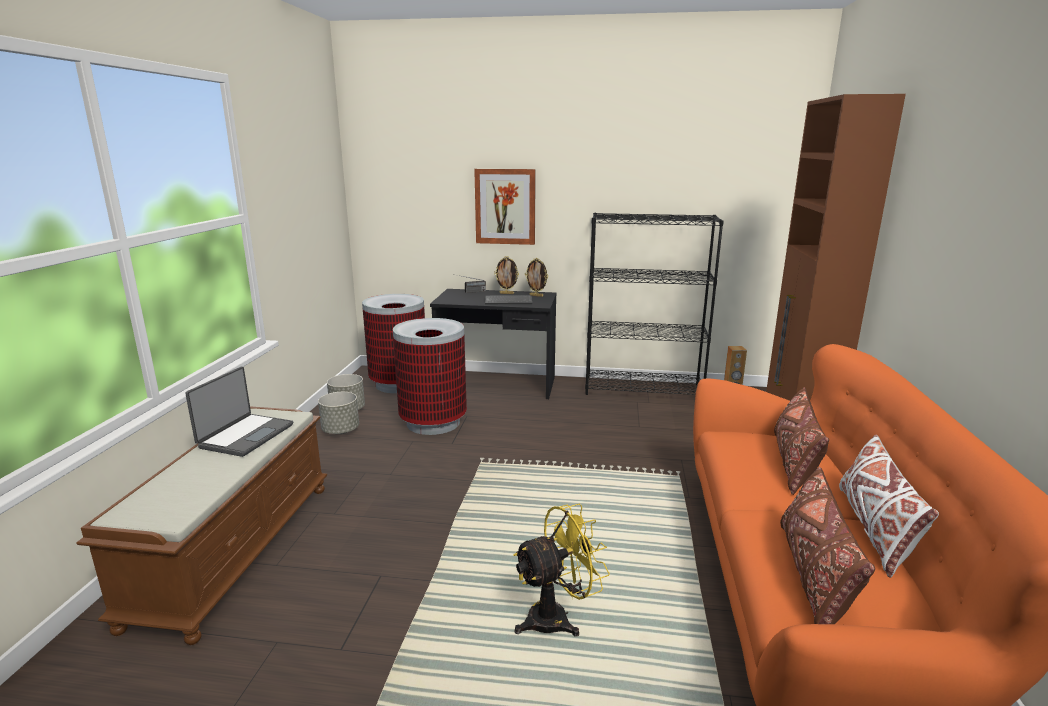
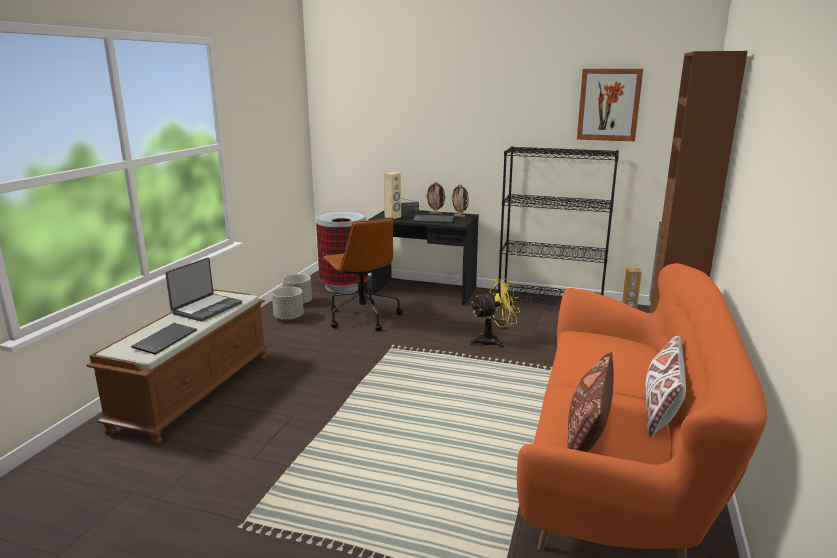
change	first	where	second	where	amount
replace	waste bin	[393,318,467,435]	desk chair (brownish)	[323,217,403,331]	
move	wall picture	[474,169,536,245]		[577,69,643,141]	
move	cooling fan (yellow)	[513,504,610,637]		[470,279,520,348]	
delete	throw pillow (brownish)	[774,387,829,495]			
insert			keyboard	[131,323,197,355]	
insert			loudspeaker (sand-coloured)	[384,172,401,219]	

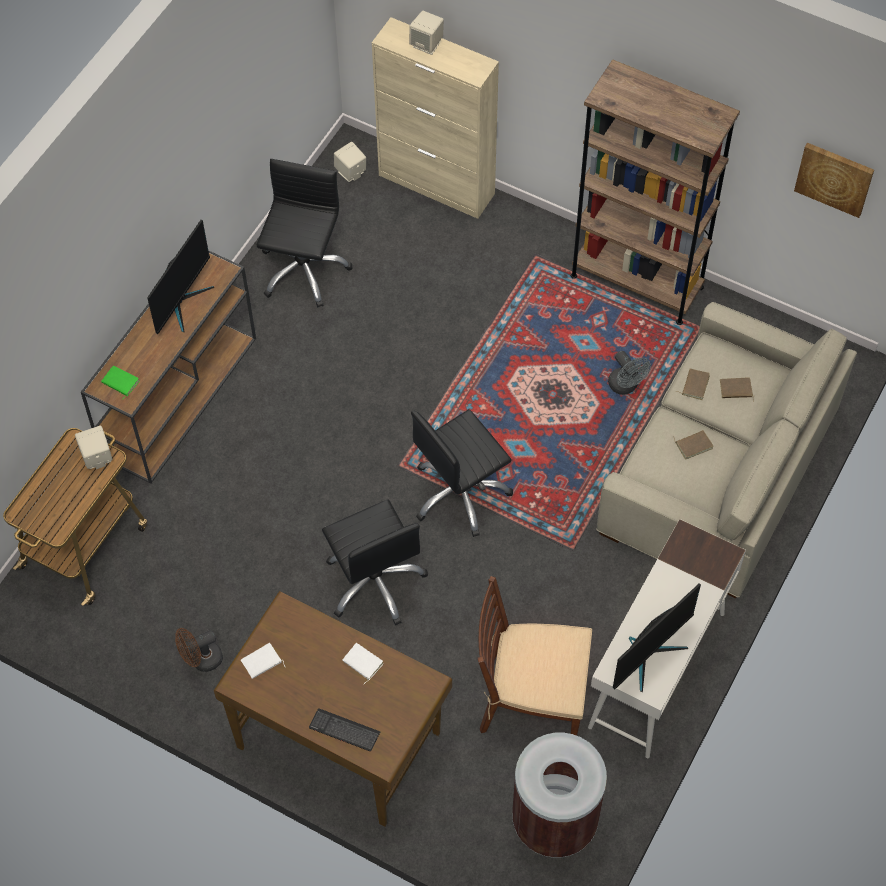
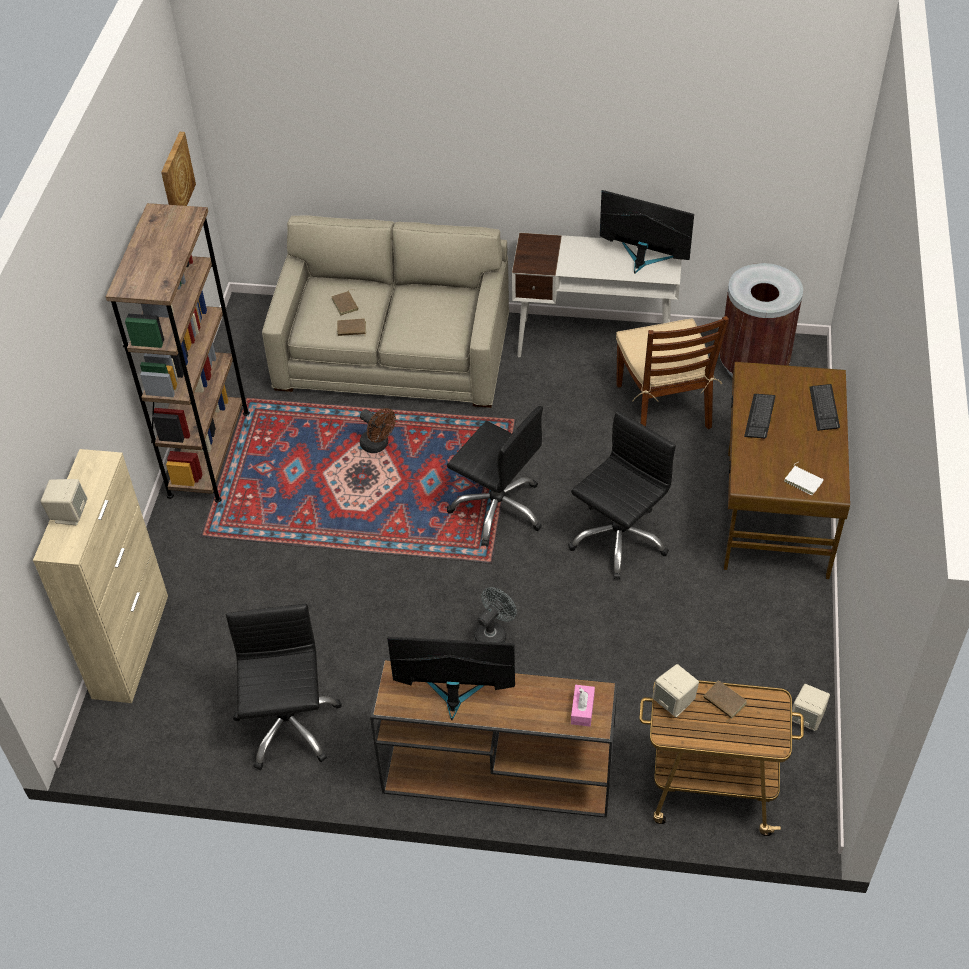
change	first	where	second	where	amount
replace	bound book (green)	[101,366,140,400]	tissue holder (pinkish)	[571,685,595,727]	
move	cooling fan (brownish)	[175,628,223,672]		[360,408,396,453]	
rotate	desk chair (black-coloured)	[256,159,352,308]		[226,604,342,770]	90 degrees clockwise
move	loudspeaker (sand-coloured)	[334,142,366,182]		[792,684,830,731]	
replace	bound book (white)	[342,643,384,685]	keyboard	[744,394,775,439]	
move	cooling fan (greyish)	[608,351,651,395]		[475,587,517,643]	
move	bound book (brownish)	[673,430,713,460]		[703,680,747,722]	

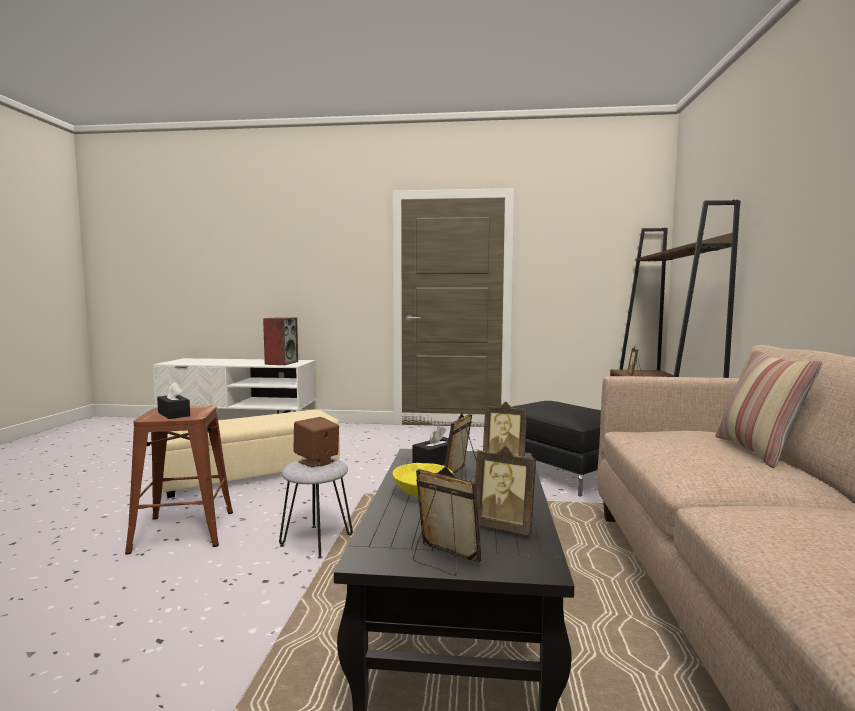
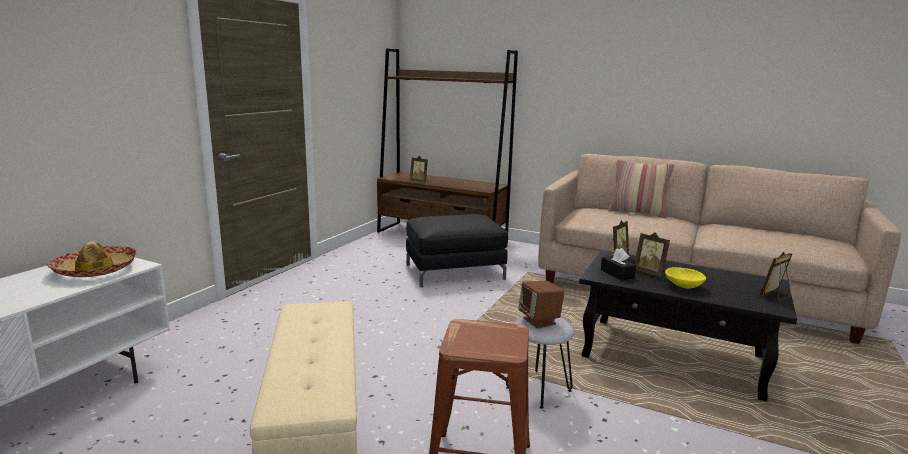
change	first	where	second	where	amount
delete	tissue holder (black-coloured)	[157,382,190,419]			
replace	loudspeaker	[263,317,298,365]	clothing hat	[47,241,137,277]	
delete	standing frame	[475,446,536,535]			

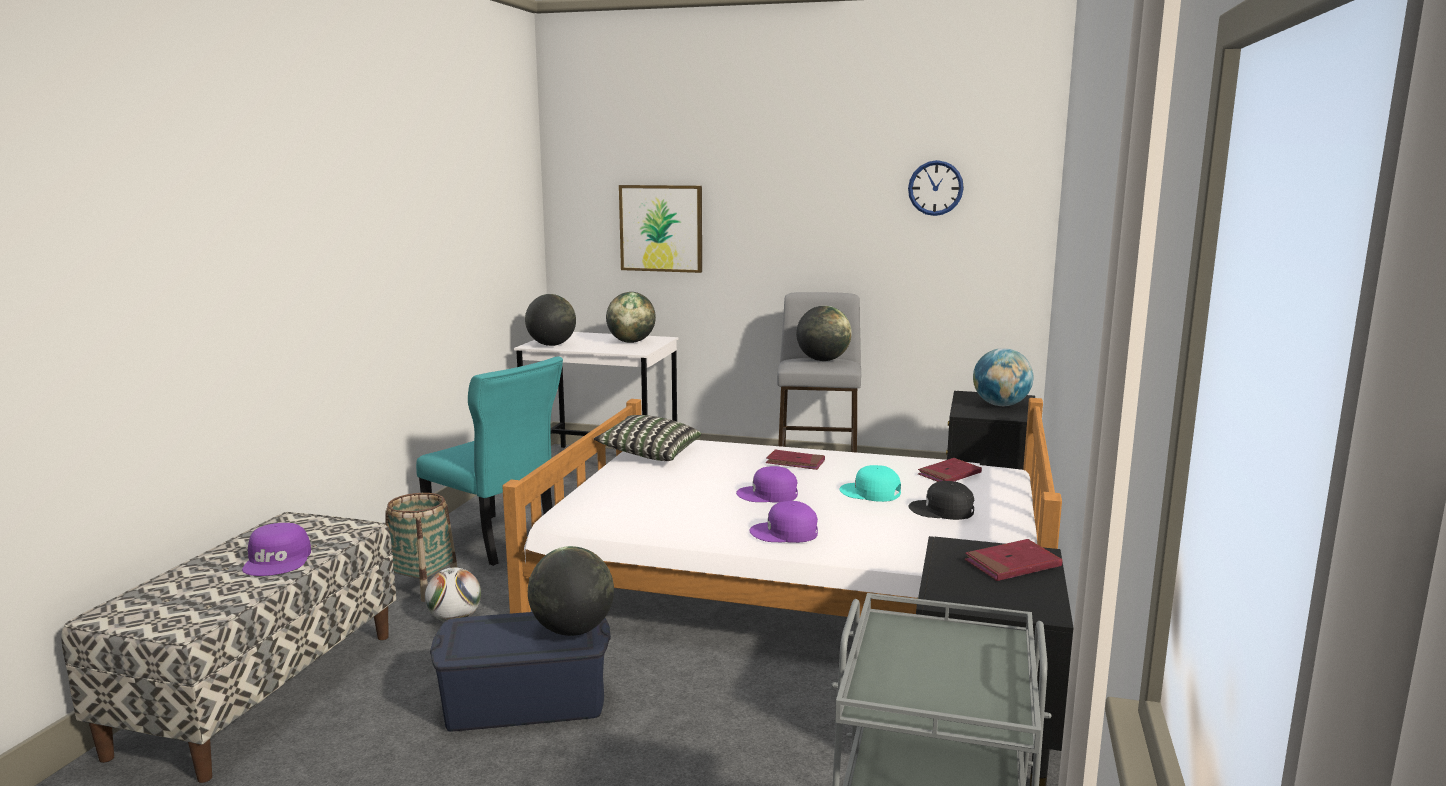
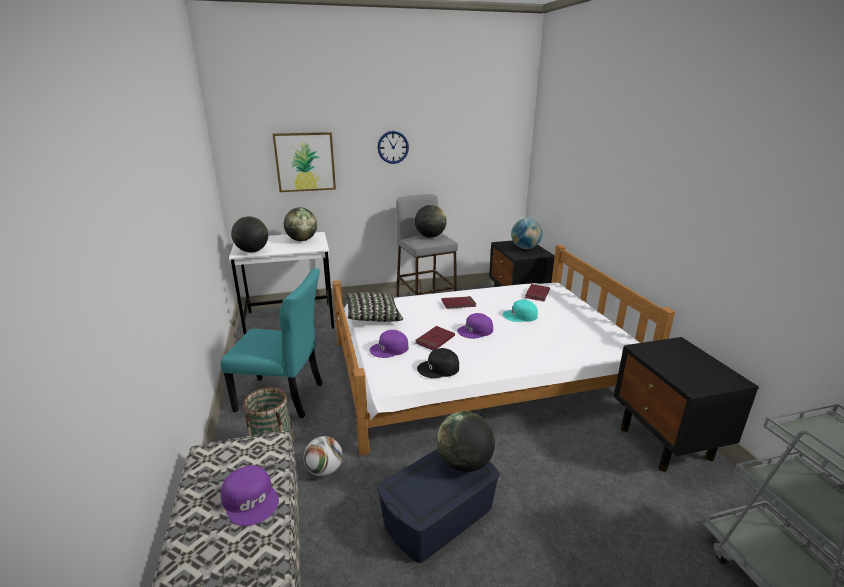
change	first	where	second	where	amount
move	cap (purple)	[750,501,818,543]		[369,330,409,358]	
move	clock on the wall	[908,160,964,216]		[377,131,409,164]	
move	cap (black-coloured)	[909,481,974,520]		[417,348,459,378]	
move	bound book (reddish)	[965,539,1063,581]		[415,326,455,350]	

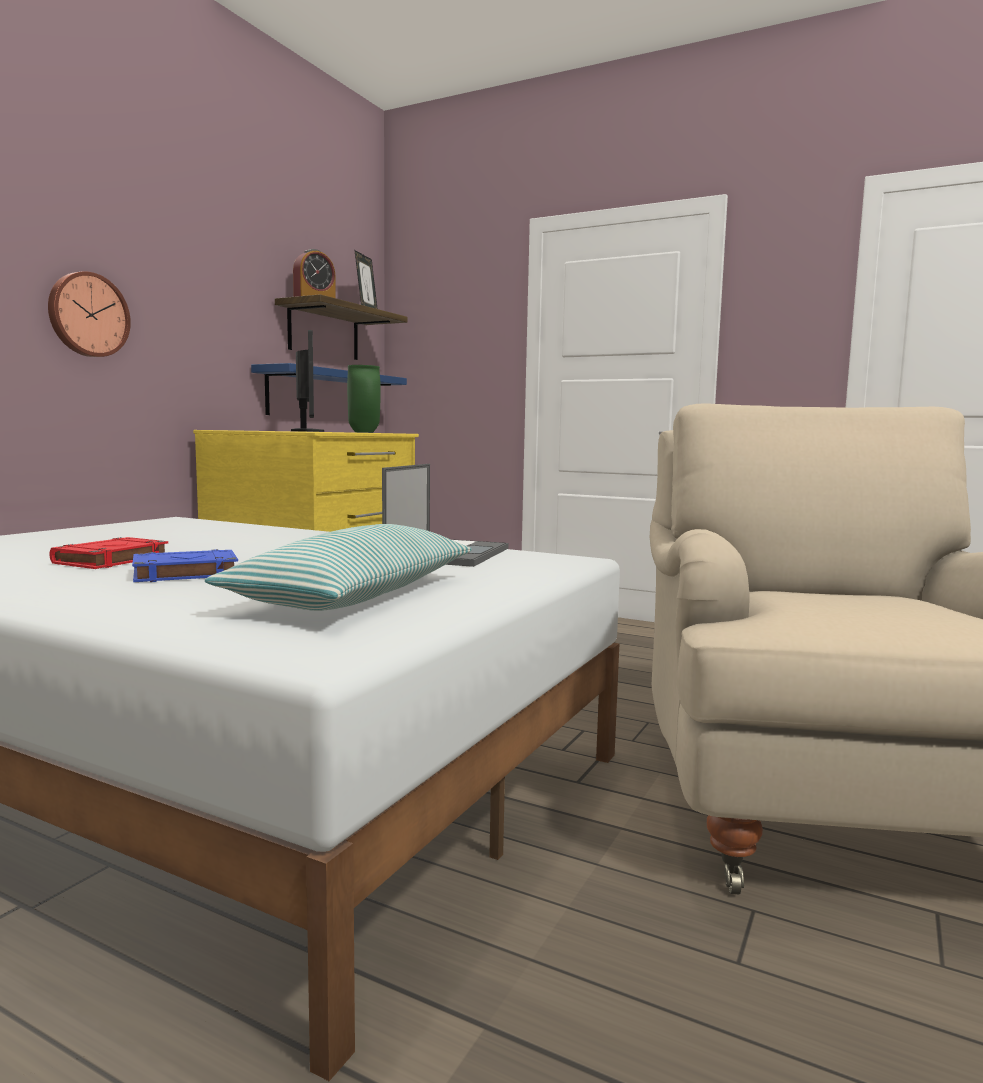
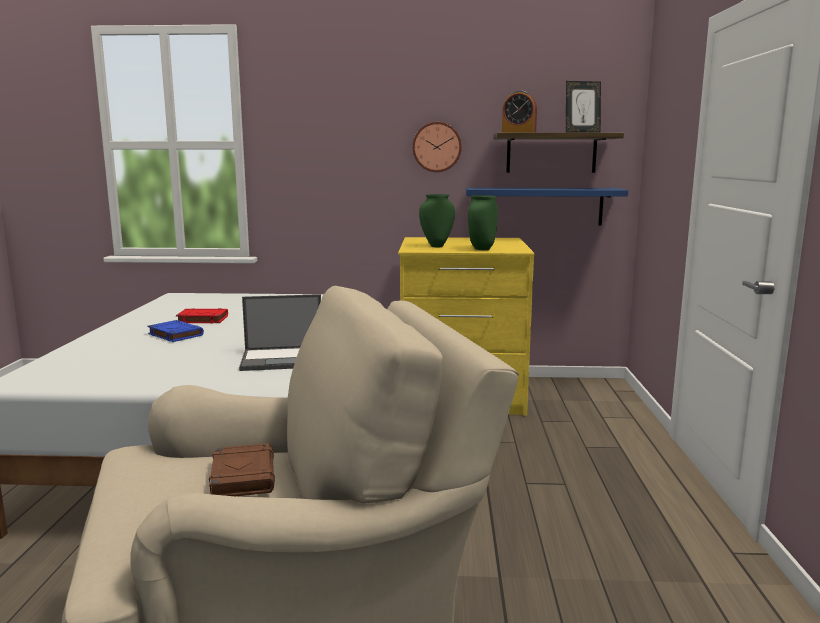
change	first	where	second	where	amount
move	clock on the wall	[48,271,131,357]		[412,122,462,172]	
delete	throw pillow	[205,524,472,611]			
replace	monitor	[291,330,324,432]	flower vase (green)	[419,194,455,248]	
insert			bound book (brownish)	[209,443,275,496]	

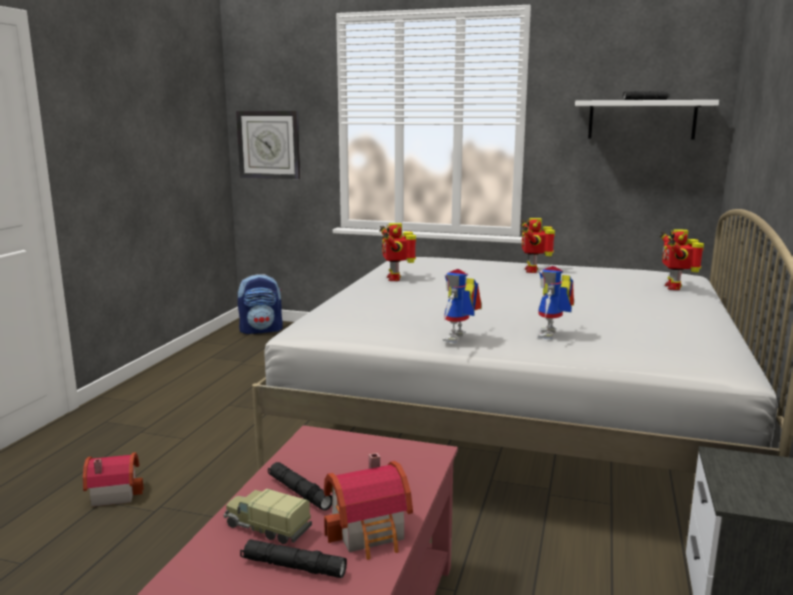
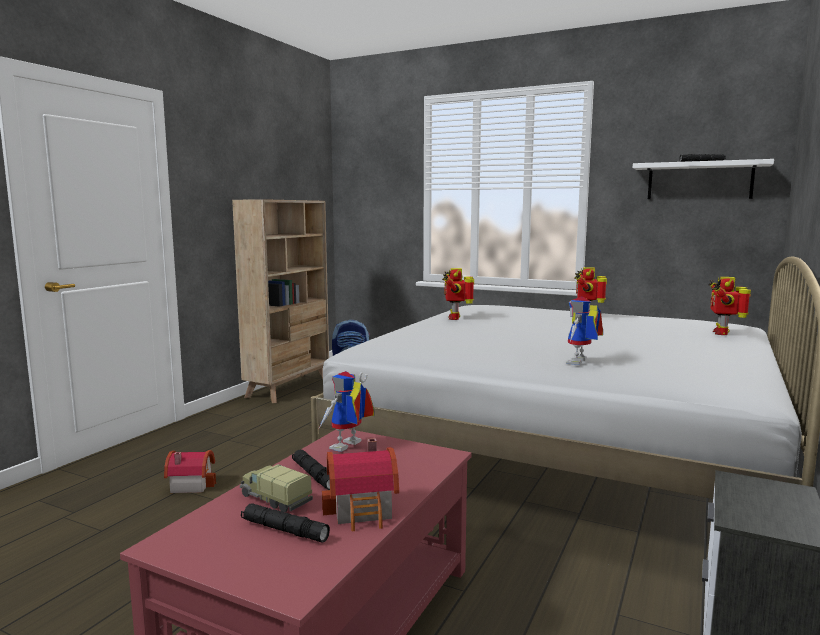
change	first	where	second	where	amount
delete	clock on the wall	[236,111,301,179]			
move	robot figure	[443,269,482,342]		[319,371,375,452]	
insert			bookshelf (sand-coloured)	[232,199,329,403]	

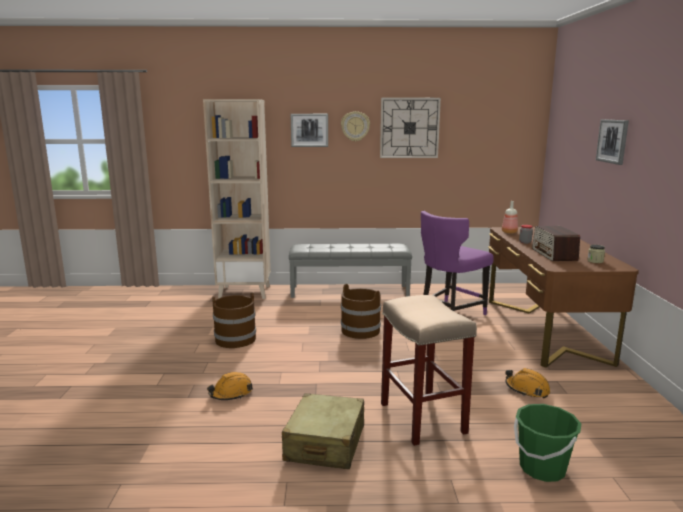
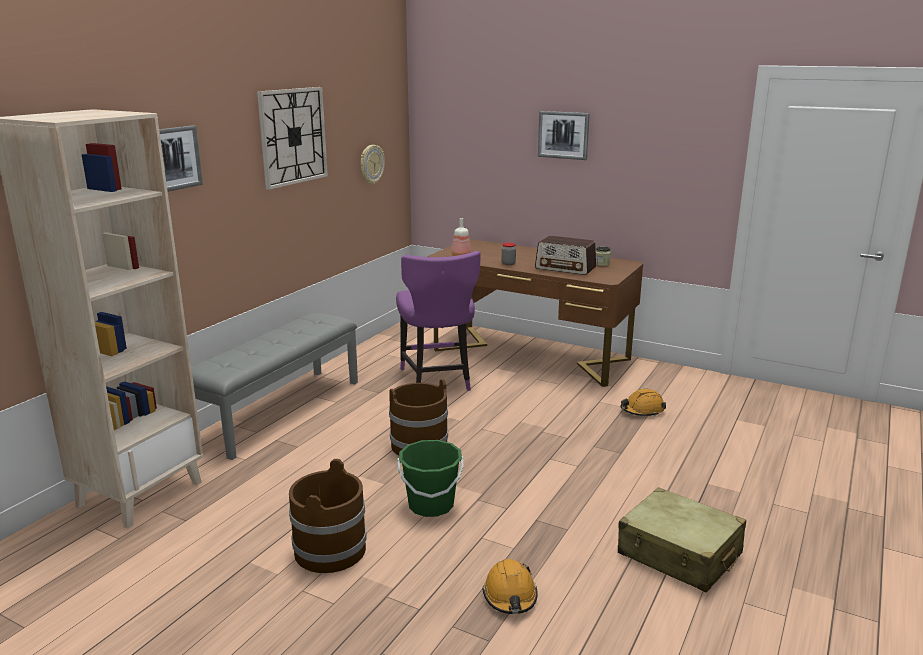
change	first	where	second	where	amount
move	clock on the wall	[341,111,370,142]		[361,145,385,185]	
delete	stool seat (sand-coloured)	[381,295,477,446]			
move	water bucket (green)	[514,404,581,482]		[398,440,463,517]	

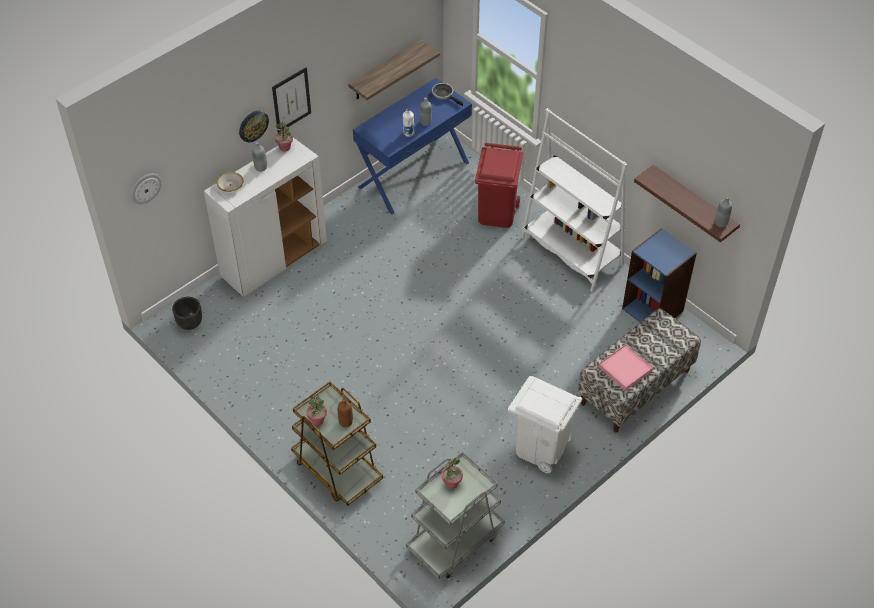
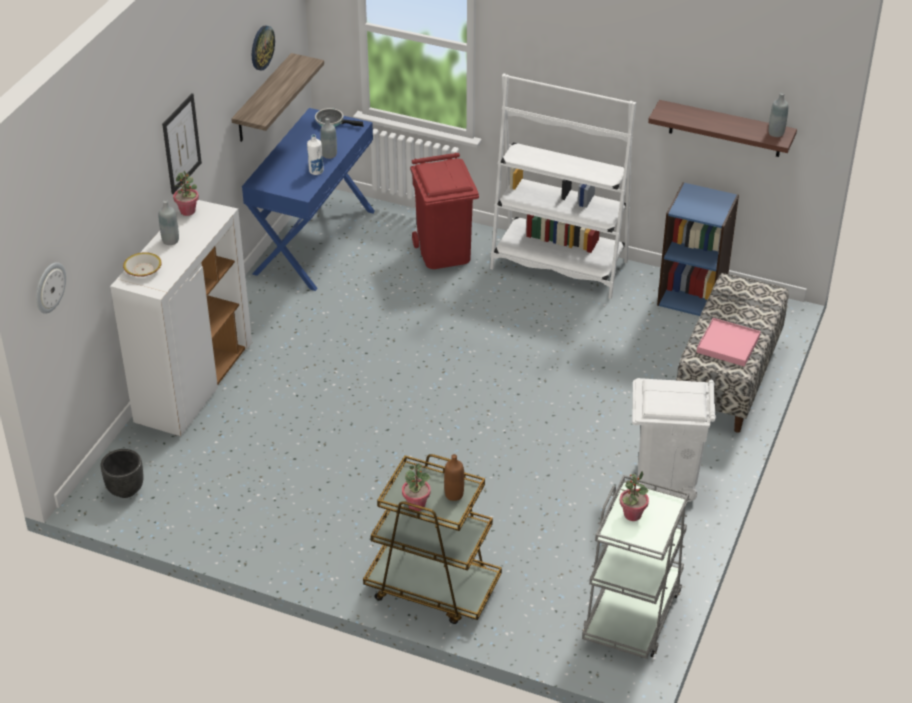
change	first	where	second	where	amount
move	clock on the wall	[239,111,269,142]		[252,25,275,71]	

